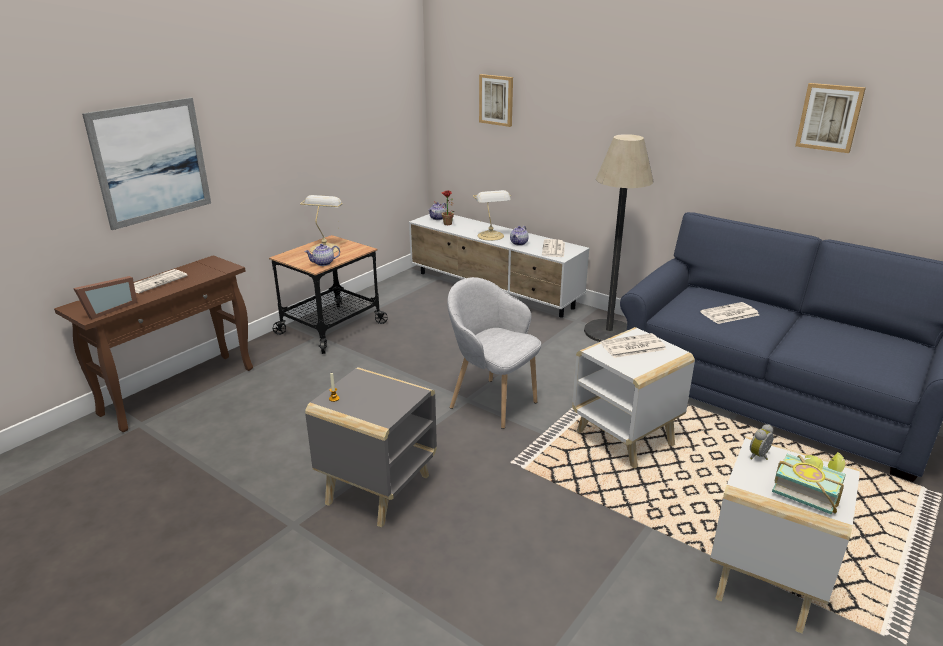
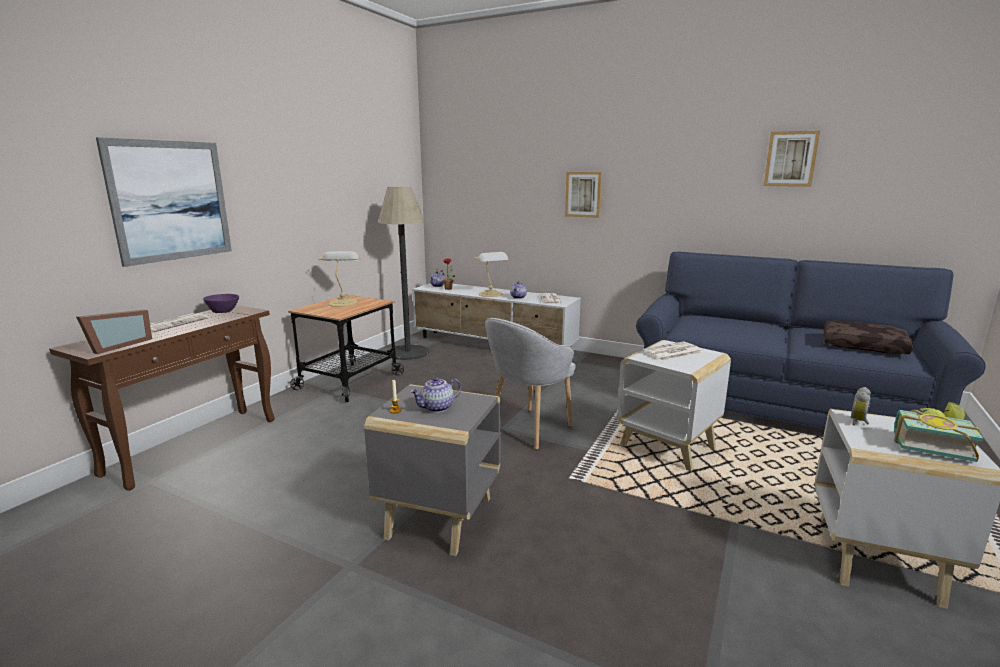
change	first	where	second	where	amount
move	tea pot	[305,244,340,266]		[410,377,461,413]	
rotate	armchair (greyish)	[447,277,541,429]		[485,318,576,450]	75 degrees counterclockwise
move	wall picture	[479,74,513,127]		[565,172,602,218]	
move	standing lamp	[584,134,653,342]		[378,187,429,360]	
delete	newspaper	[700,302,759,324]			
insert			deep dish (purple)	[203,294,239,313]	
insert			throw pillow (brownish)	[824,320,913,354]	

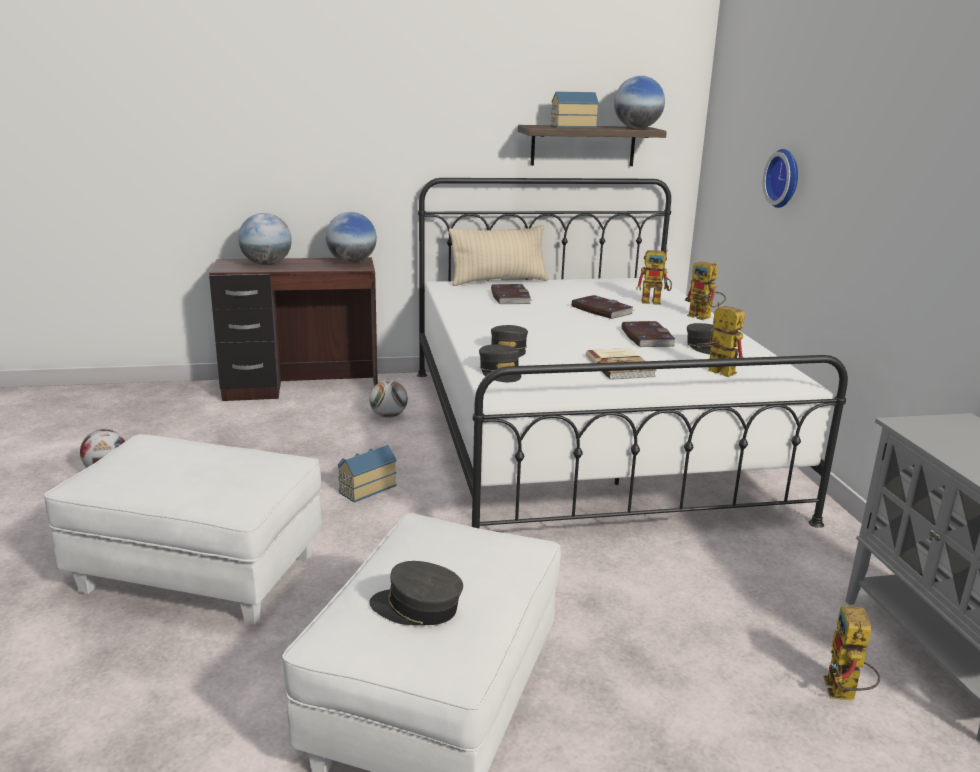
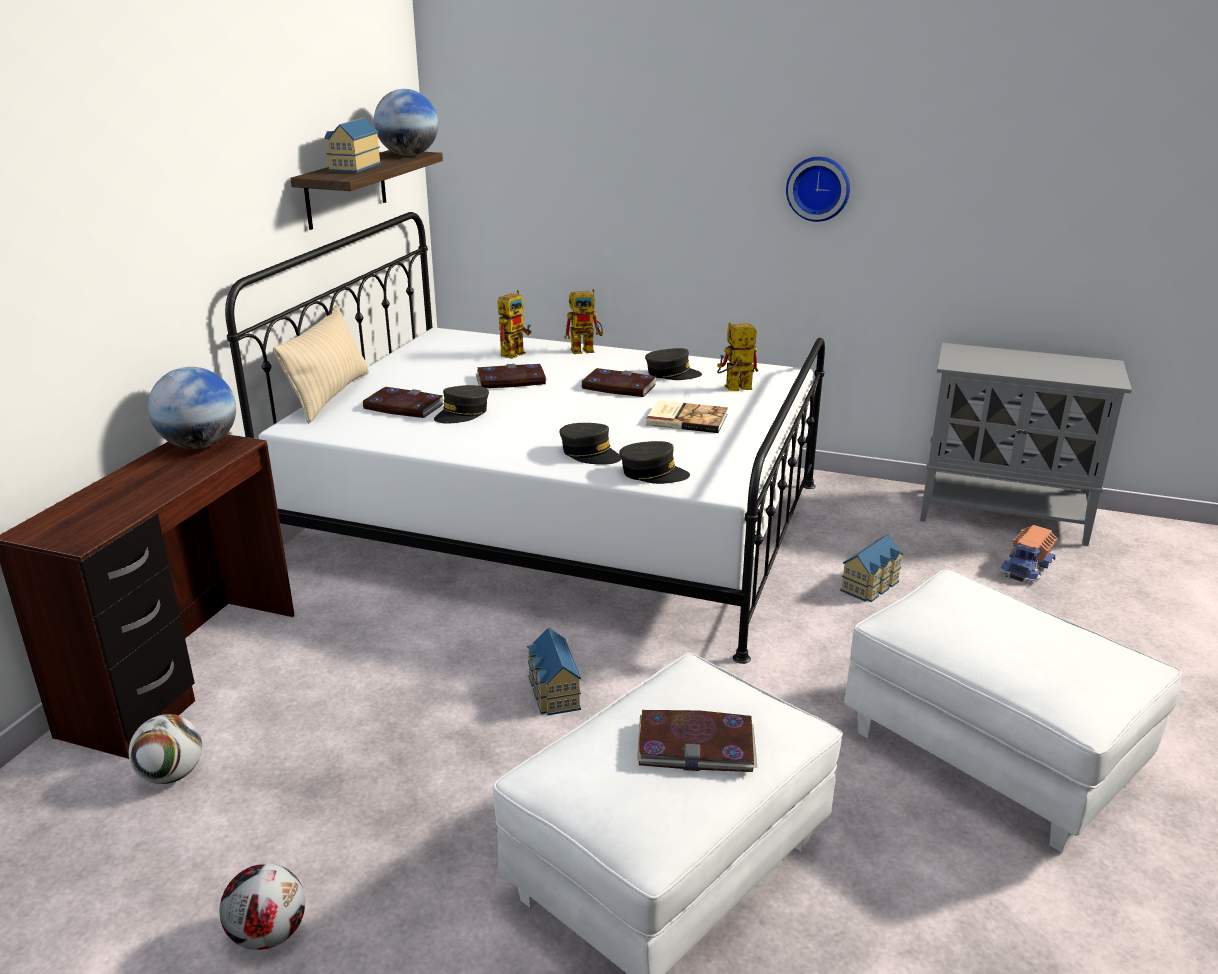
change	first	where	second	where	amount
delete	desk globe	[238,213,292,265]			
move	football ball	[369,380,408,418]		[129,714,202,784]	
move	cap (greyish)	[369,561,463,625]		[434,385,489,424]	
move	clock on the wall	[763,149,798,208]		[786,157,850,222]	
replace	robot figure	[824,606,880,701]	model truck	[999,525,1057,584]	
insert			bound book	[637,710,757,772]	
insert			model house	[840,534,903,602]	

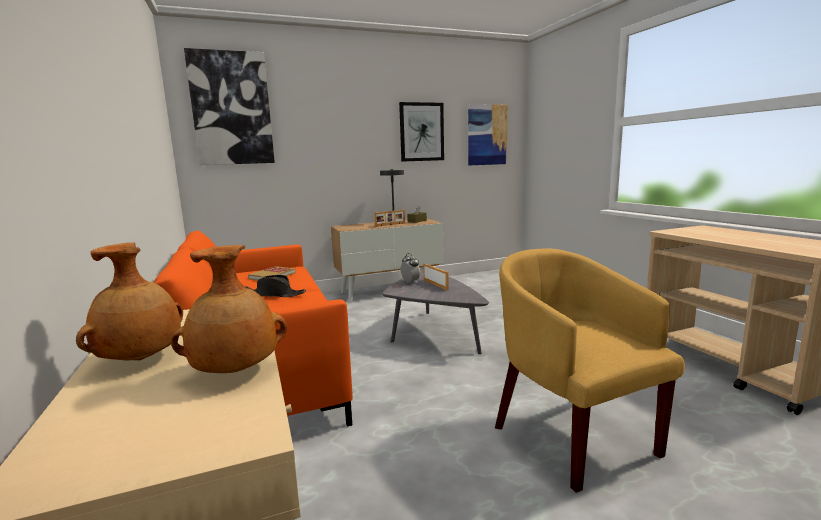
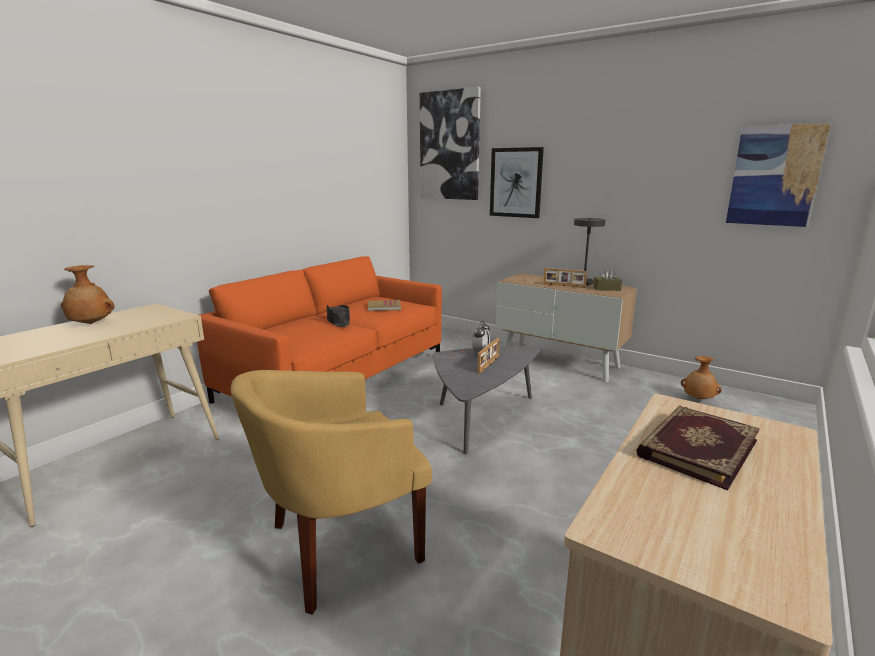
change	first	where	second	where	amount
move	flower vase (brownish)	[171,245,287,373]		[681,356,722,399]	
move	wall picture	[399,102,444,162]		[490,147,544,218]	
rotate	armchair (yellow)	[495,249,685,493]		[231,370,432,615]	150 degrees counterclockwise
insert			bound book	[636,406,760,490]	

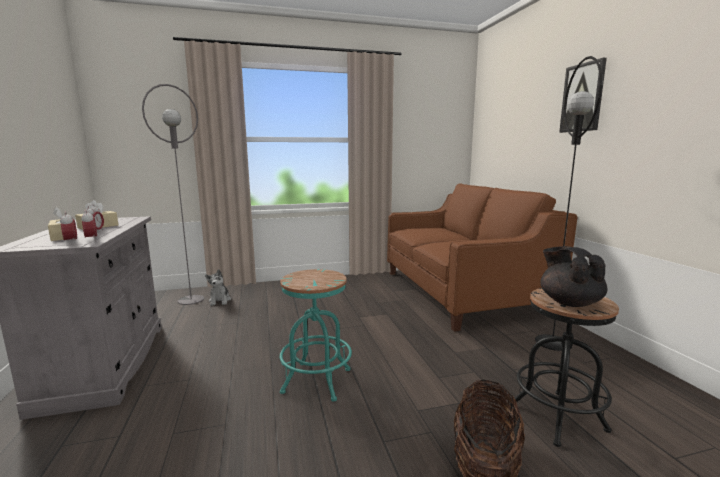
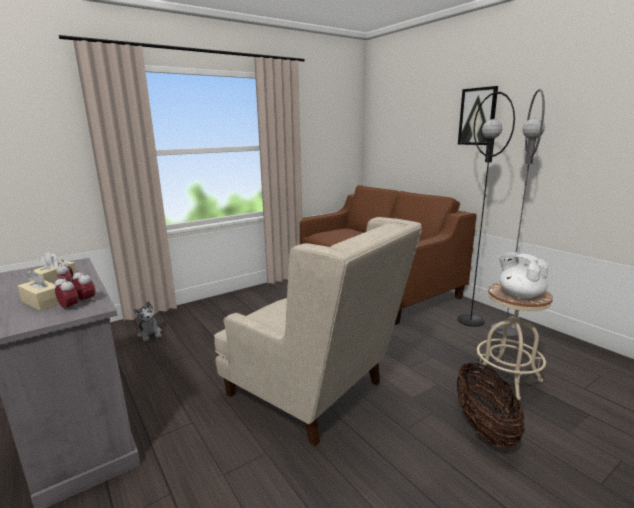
change	first	where	second	where	amount
move	standing lamp (greyish)	[142,84,204,305]		[491,89,545,337]	
replace	stool seat (turquoise-coloured)	[280,269,352,401]	armchair (sand-coloured)	[214,217,422,446]	
recolor	stool seat (black-coloured)	[514,288,619,447]	stool seat (sand-coloured)	[474,282,553,400]	
recolor	tea pot (black-coloured)	[540,246,607,307]	tea pot (white)	[499,252,548,298]	

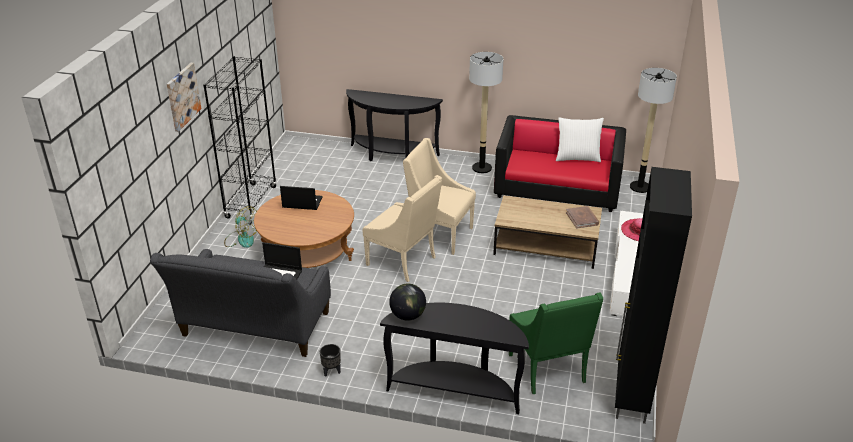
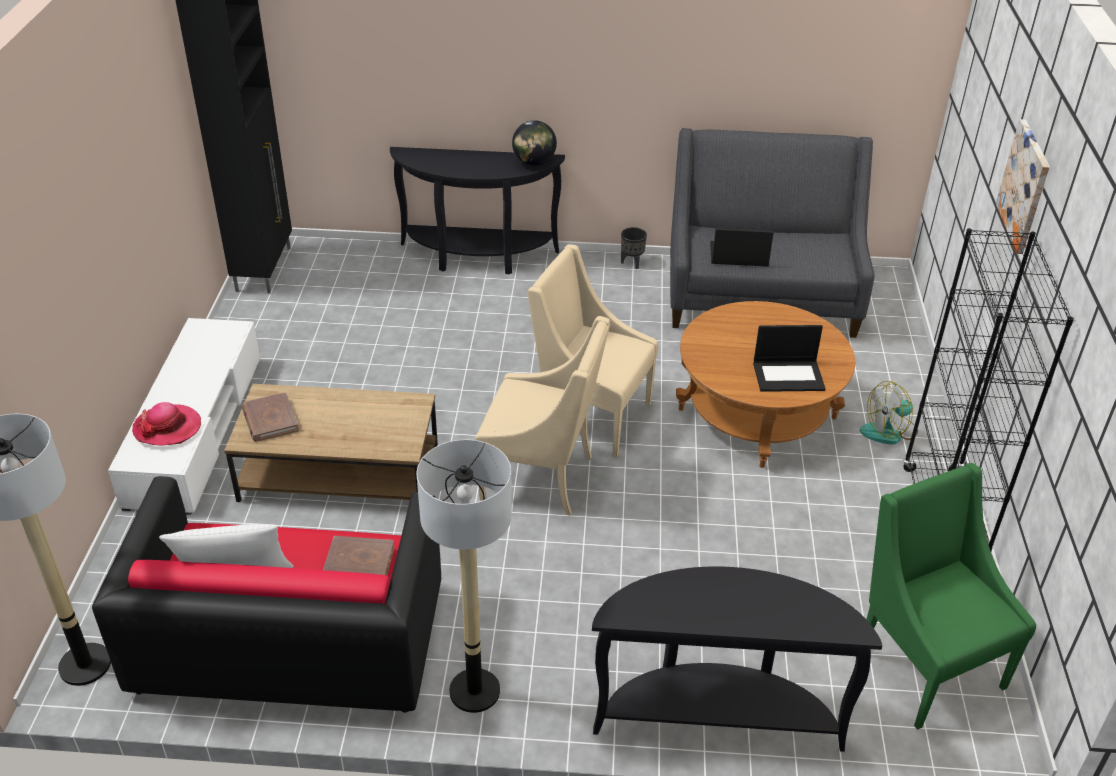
change	first	where	second	where	amount
rotate	cooling fan	[224,206,257,248]		[860,381,918,445]	45 degrees counterclockwise
move	armchair (green)	[509,293,603,394]		[866,463,1036,730]	
insert			bound book (brownish)	[323,536,395,576]	

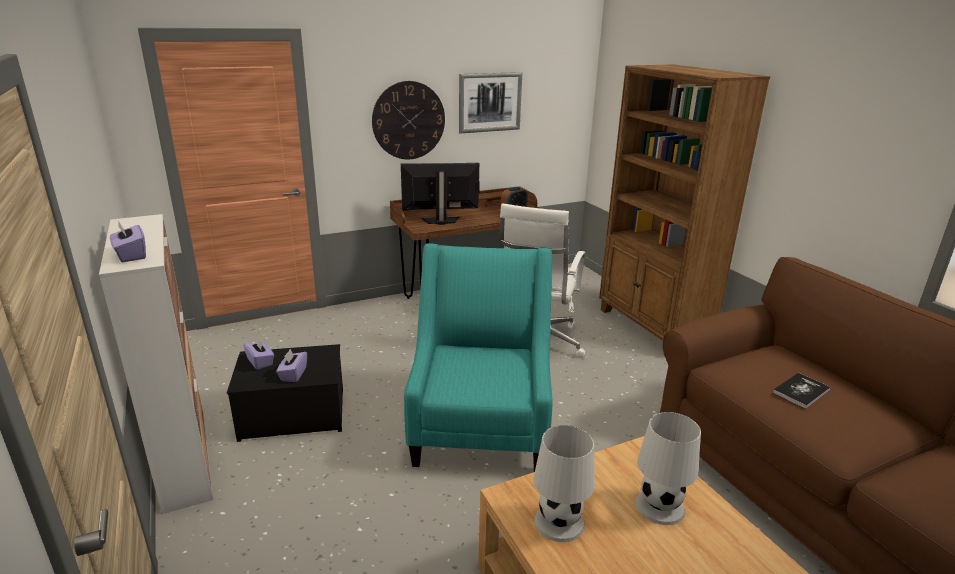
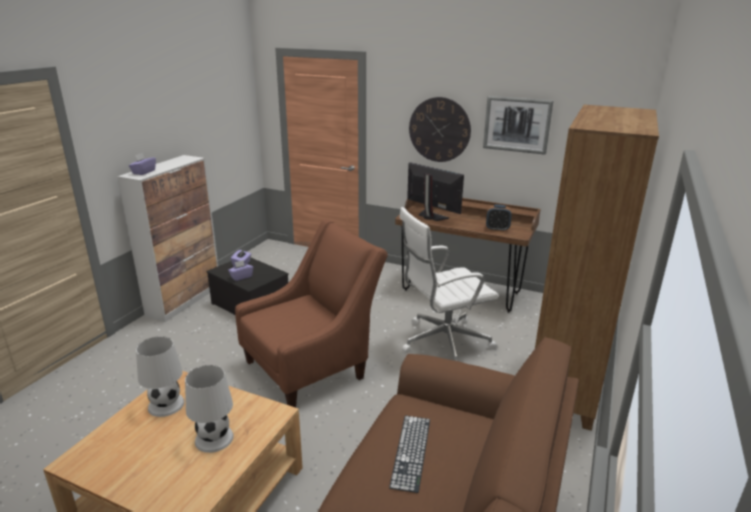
change	first	where	second	where	amount
recolor	armchair (turquoise-coloured)	[404,243,553,472]	armchair (brownish)	[235,219,388,408]	
replace	bound book	[773,373,831,409]	keyboard	[389,416,430,493]	

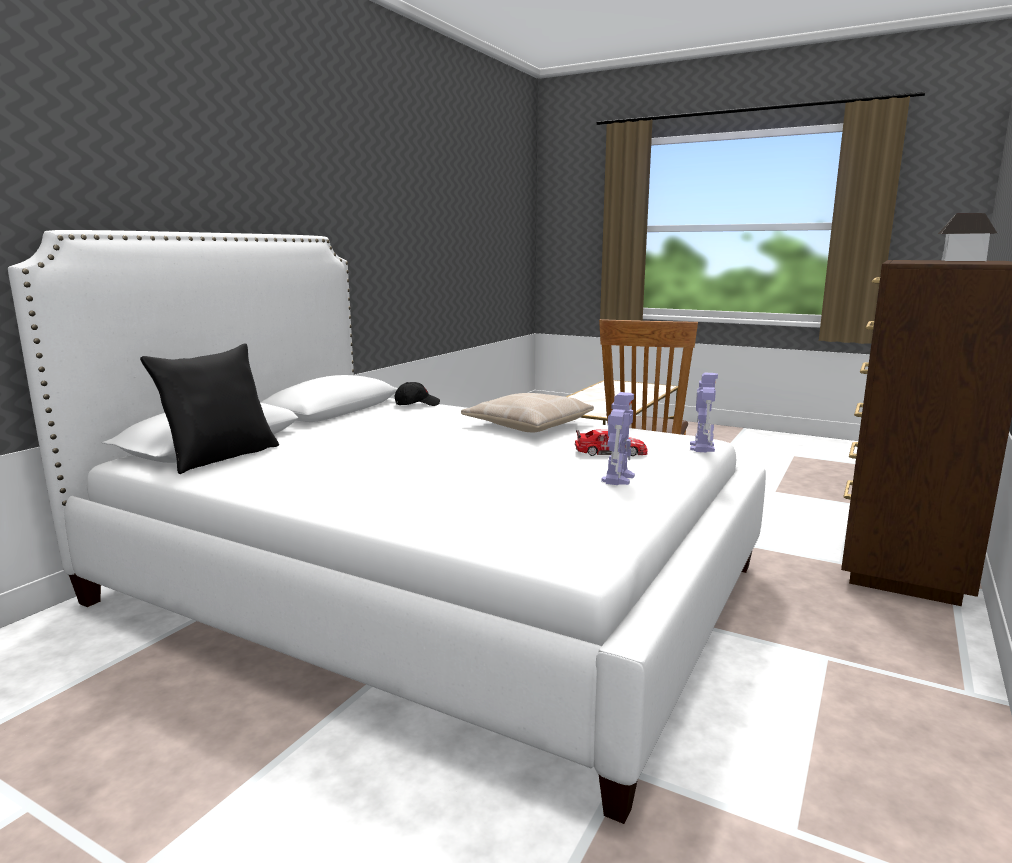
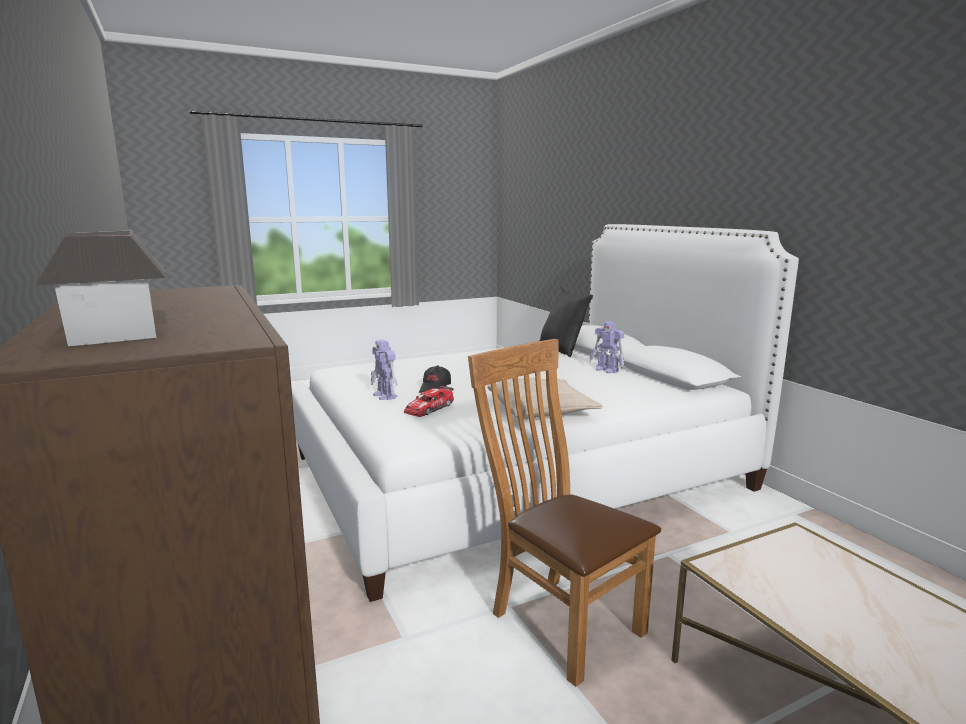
change	first	where	second	where	amount
move	cap (black-coloured)	[395,382,440,406]		[419,366,451,393]	
move	robot figure	[690,373,718,453]		[590,321,625,373]	

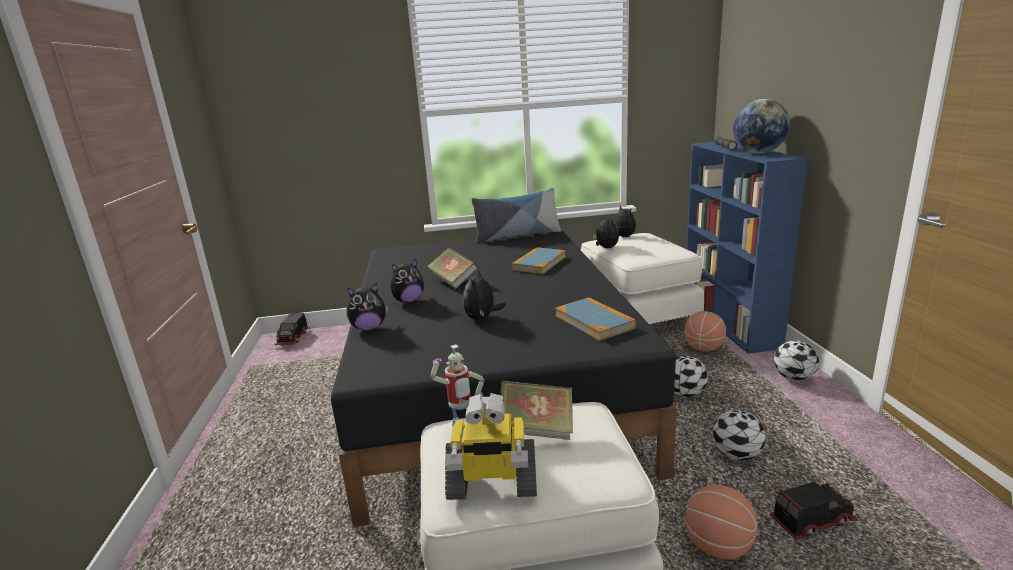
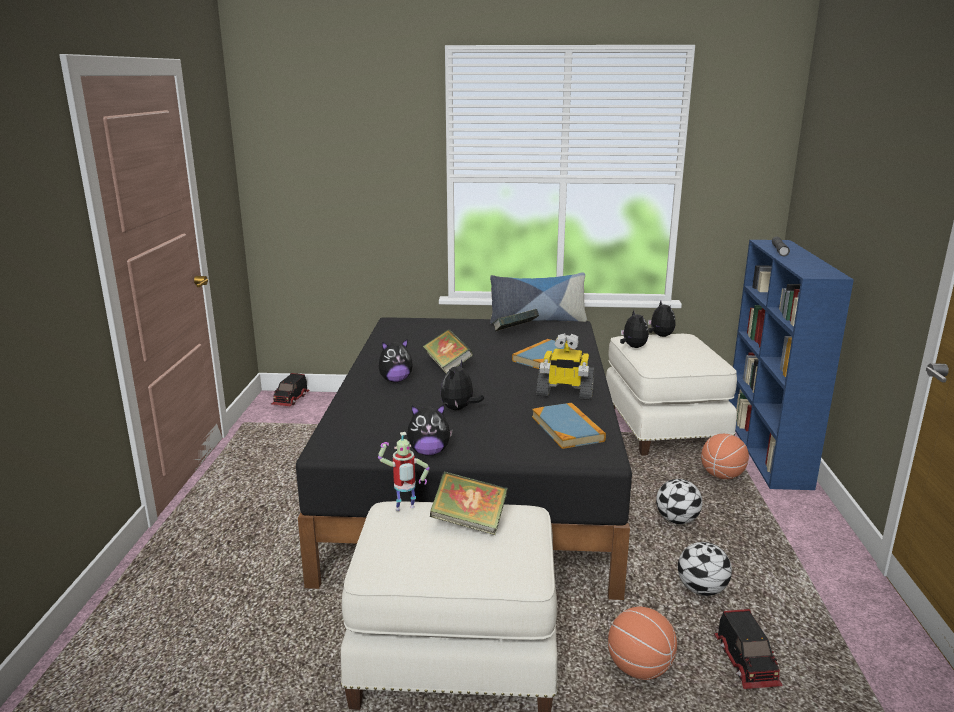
change	first	where	second	where	amount
move	cuddly toy	[347,283,388,331]		[407,405,453,456]	
move	robot figure	[445,393,537,500]		[536,333,594,400]	
delete	desk globe	[733,99,790,154]			
rotate	model truck	[770,482,858,540]		[715,609,783,689]	90 degrees clockwise
delete	football ball	[774,341,819,381]			
insert			bound book	[492,309,539,331]	

